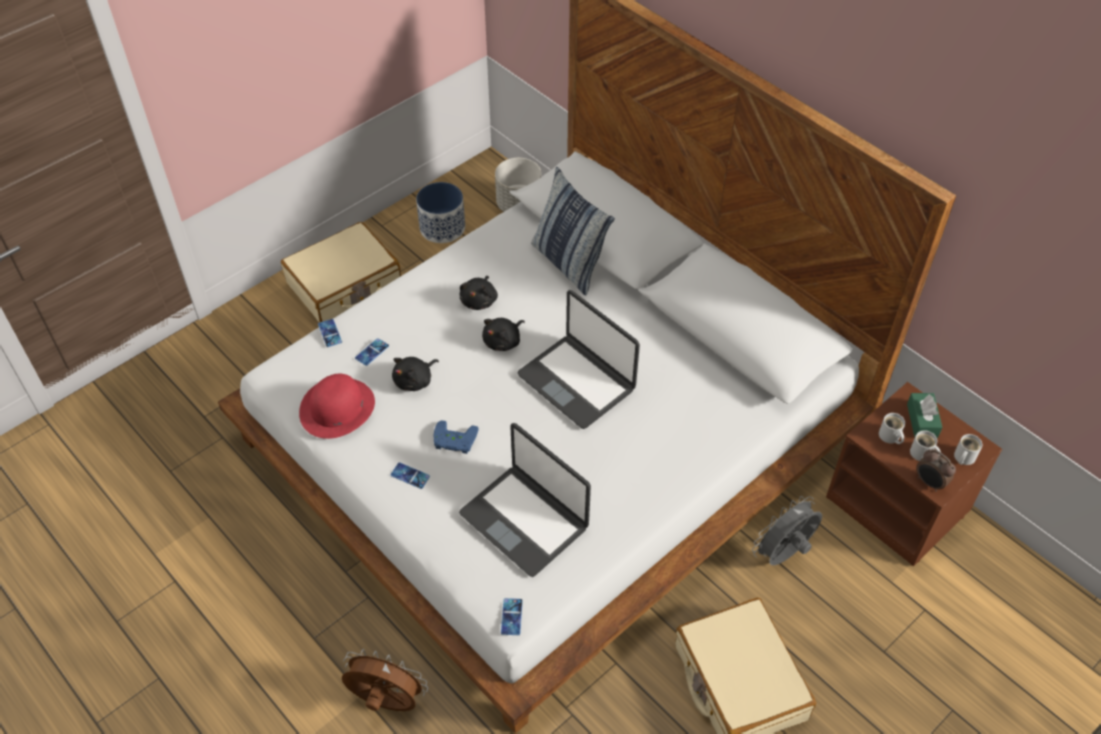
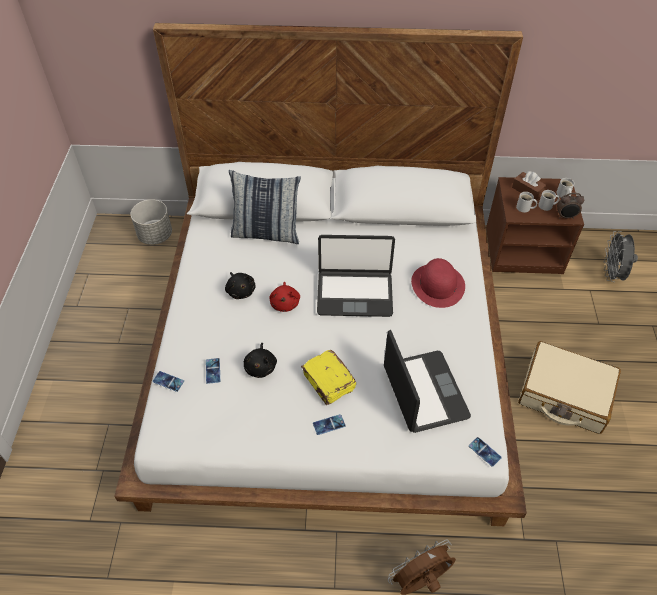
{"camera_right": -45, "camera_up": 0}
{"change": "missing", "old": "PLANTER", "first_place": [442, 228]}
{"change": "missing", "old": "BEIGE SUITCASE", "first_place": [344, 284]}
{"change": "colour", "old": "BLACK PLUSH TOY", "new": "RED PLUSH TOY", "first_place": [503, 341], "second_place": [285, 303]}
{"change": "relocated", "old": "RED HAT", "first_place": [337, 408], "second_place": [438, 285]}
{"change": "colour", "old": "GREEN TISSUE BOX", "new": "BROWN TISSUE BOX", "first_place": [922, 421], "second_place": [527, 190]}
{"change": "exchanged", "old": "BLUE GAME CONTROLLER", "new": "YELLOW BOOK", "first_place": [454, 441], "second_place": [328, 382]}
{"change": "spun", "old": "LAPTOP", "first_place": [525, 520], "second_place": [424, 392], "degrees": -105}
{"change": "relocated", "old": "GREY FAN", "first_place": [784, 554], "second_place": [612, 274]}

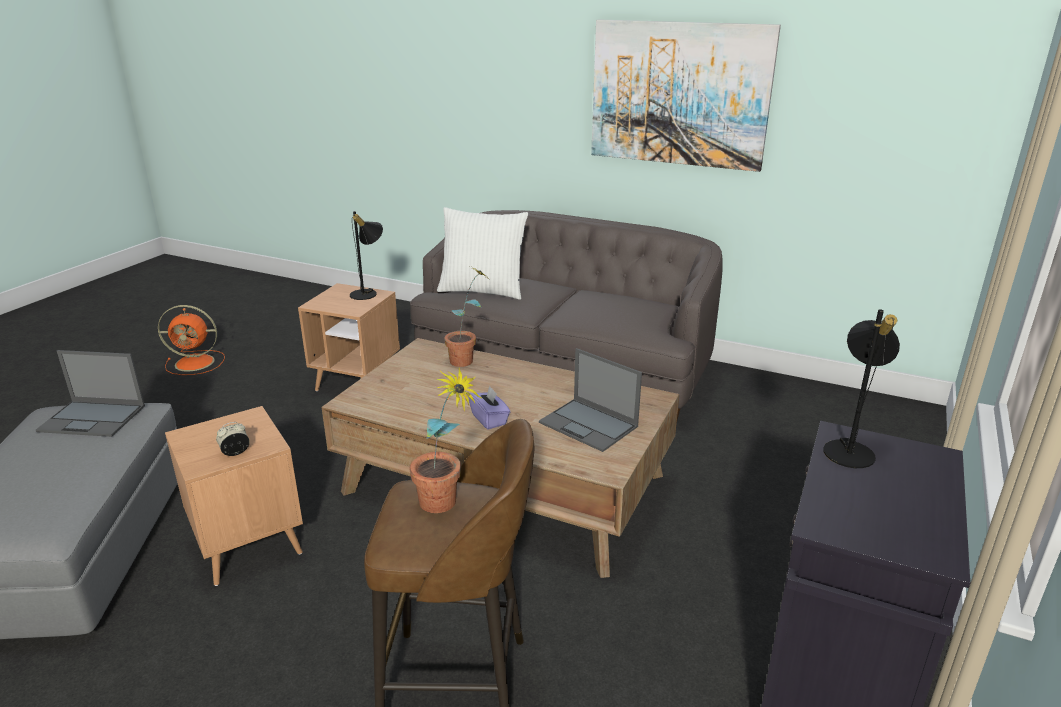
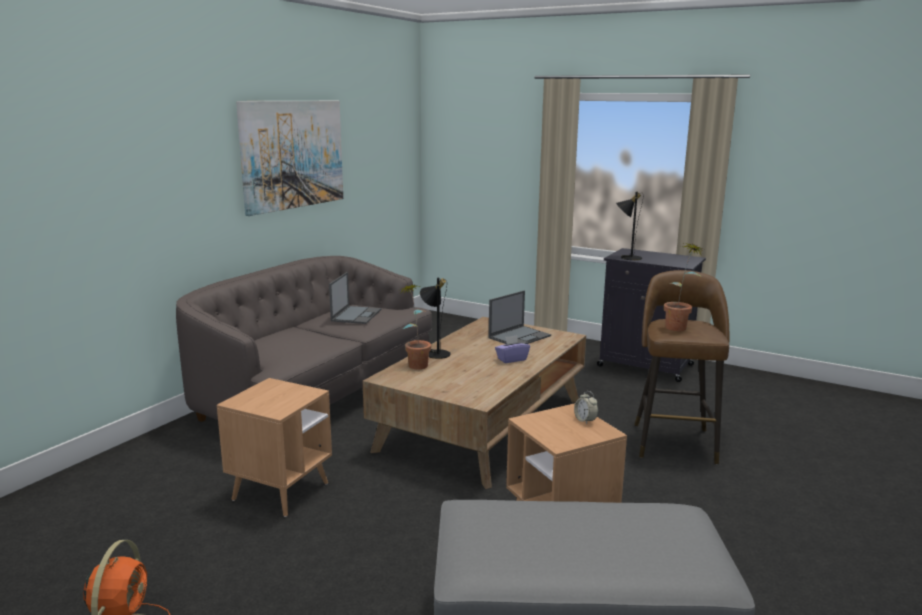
{"camera_right": -85, "camera_up": -10}
{"change": "missing", "old": "WHITE PILLOW", "first_place": [482, 290]}
{"change": "relocated", "old": "BLACK TABLE LAMP", "first_place": [368, 293], "second_place": [435, 352]}
{"change": "relocated", "old": "LAPTOP", "first_place": [93, 418], "second_place": [356, 315]}

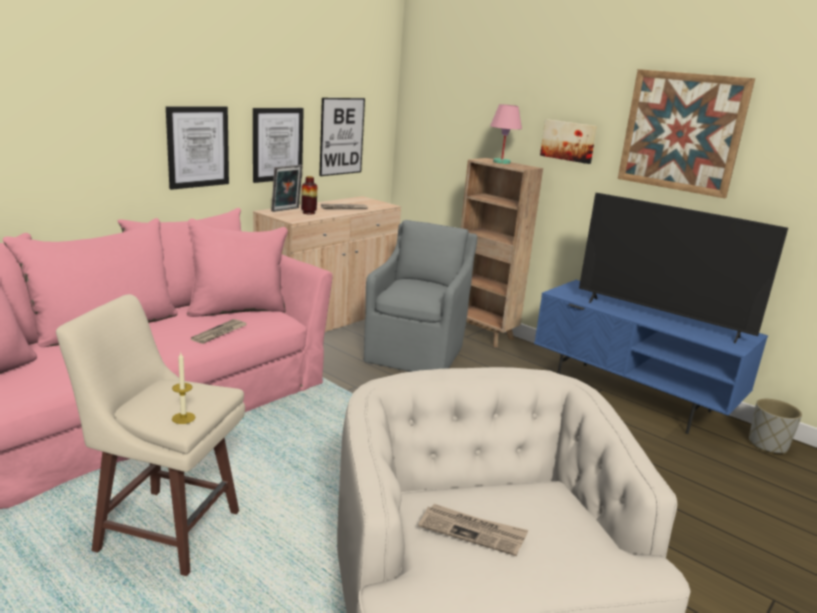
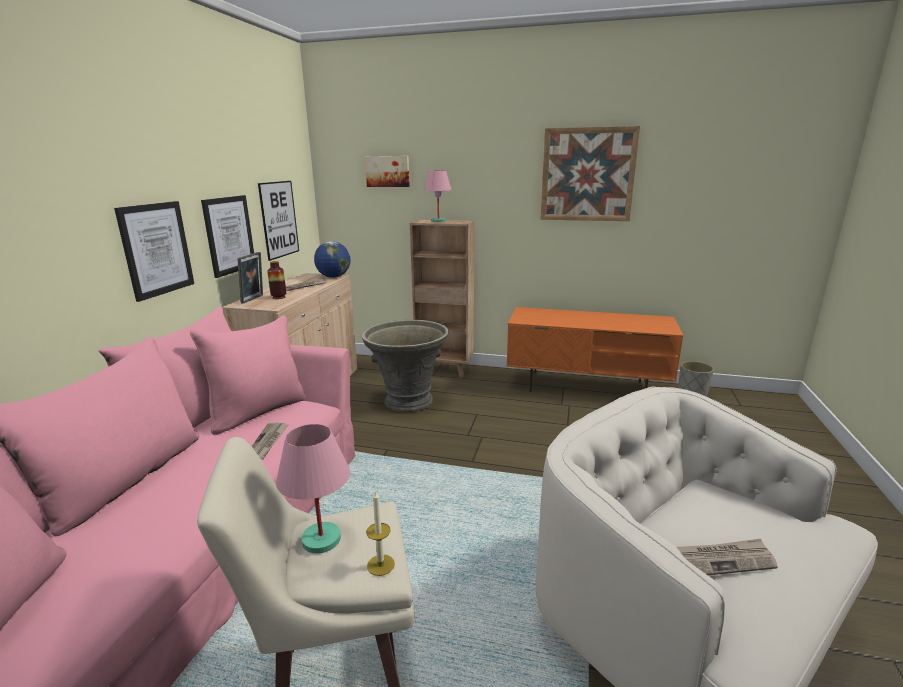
{"camera_right": -25, "camera_up": 0}
{"change": "relocated", "old": "PICTURE", "first_place": [568, 141], "second_place": [388, 171]}
{"change": "missing", "old": "TELEVISION", "first_place": [660, 319]}
{"change": "exchanged", "old": "GREY ARMCHAIR", "new": "GREY PLANTER", "first_place": [416, 352], "second_place": [408, 401]}
{"change": "colour", "old": "BLUE TV STAND", "new": "ORANGE TV STAND", "first_place": [632, 396], "second_place": [586, 386]}
{"change": "appeared", "new": "GLOBE", "second_place": [333, 277]}
{"change": "appeared", "new": "PINK TABLE LAMP", "second_place": [320, 539]}

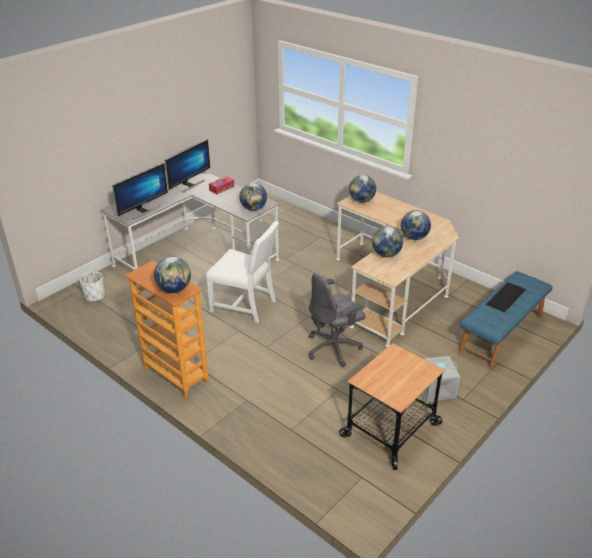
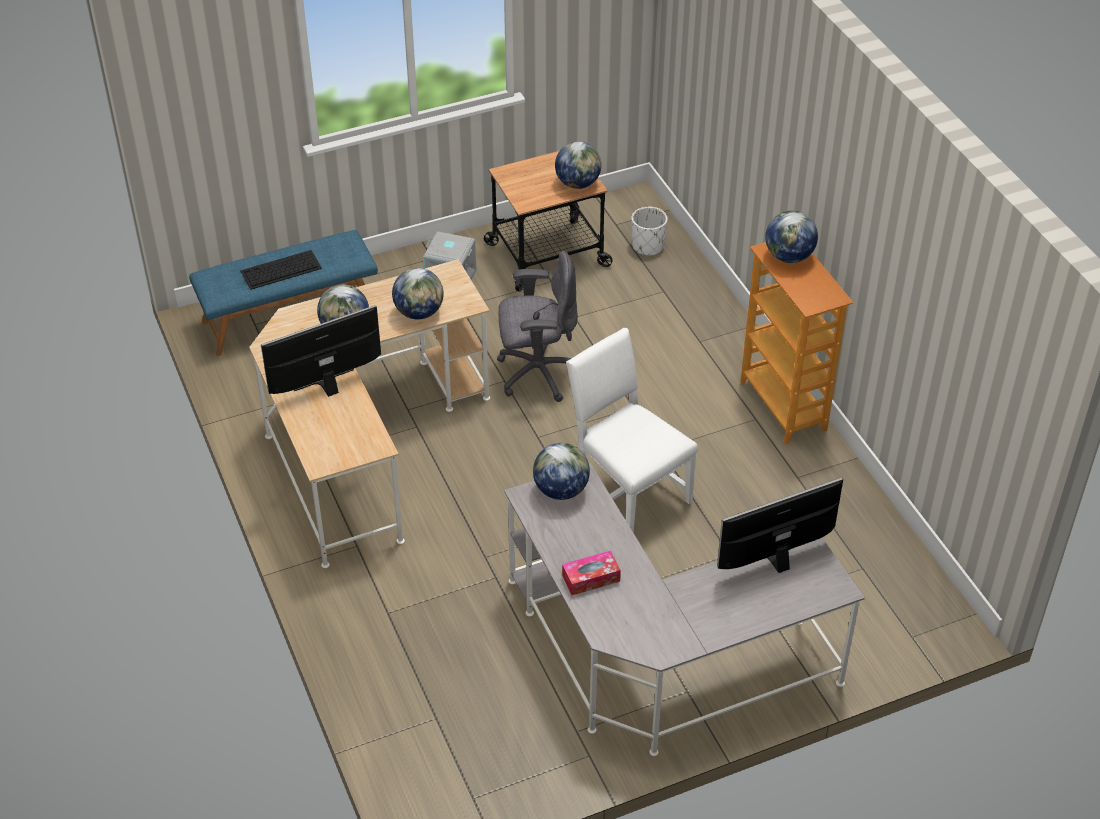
{"camera_right": -155, "camera_up": 10}
{"change": "relocated", "old": "MONITOR", "first_place": [189, 185], "second_place": [327, 386]}
{"change": "relocated", "old": "GLOBE", "first_place": [361, 200], "second_place": [578, 183]}
{"change": "relocated", "old": "WHITE PLANTER", "first_place": [94, 296], "second_place": [648, 246]}

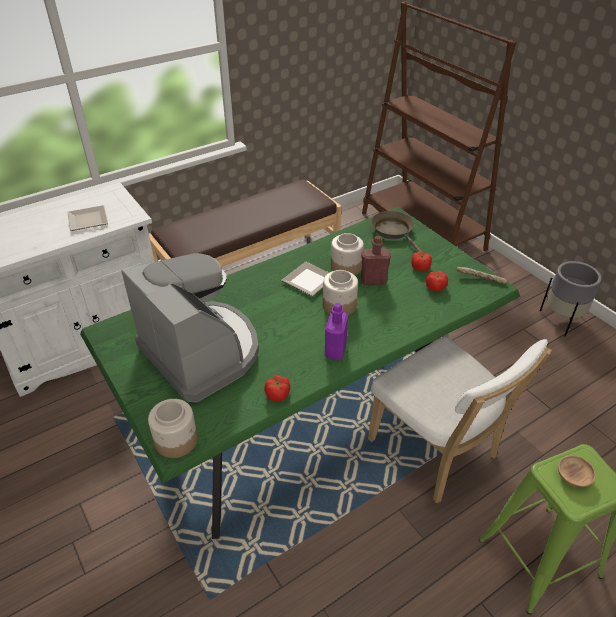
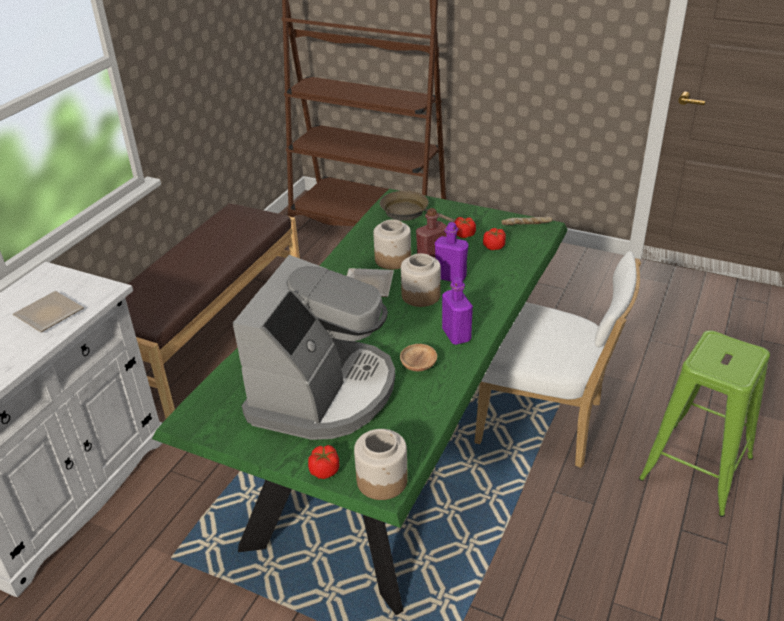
{"camera_right": -30, "camera_up": -5}
{"change": "spun", "old": "COFFEE MACHINE", "first_place": [202, 352], "second_place": [323, 392], "degrees": 90}
{"change": "missing", "old": "GREY PLANTER", "first_place": [562, 320]}
{"change": "relocated", "old": "TOMATO", "first_place": [278, 395], "second_place": [325, 470]}
{"change": "relocated", "old": "BROWN BOWL", "first_place": [573, 477], "second_place": [418, 365]}
{"change": "appeared", "new": "PURPLE BOTTLE", "second_place": [451, 277]}

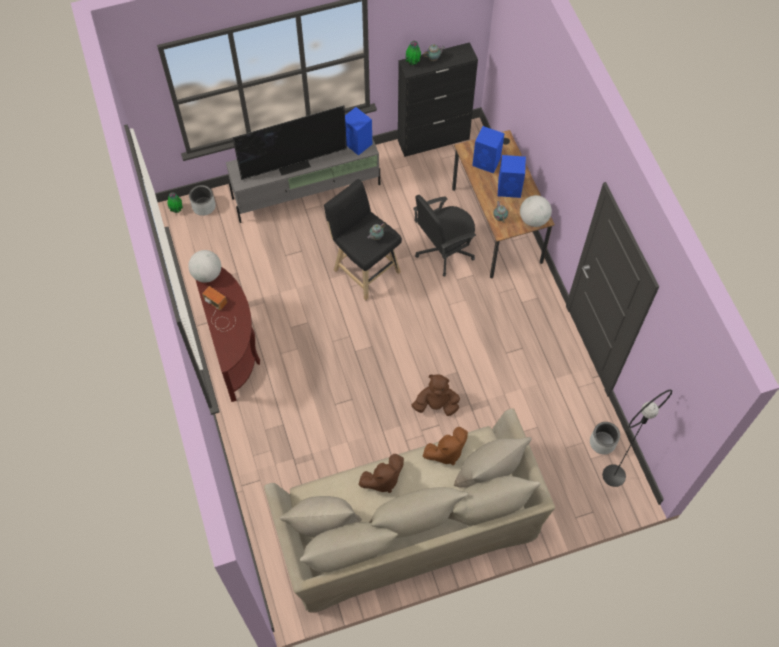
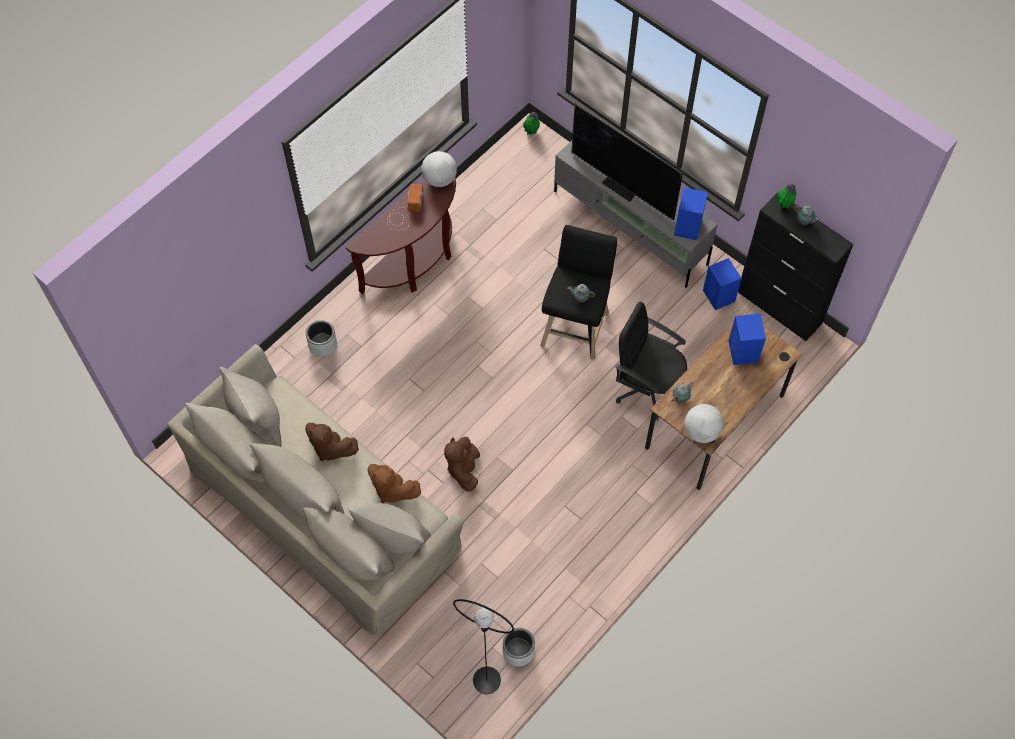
{"camera_right": 60, "camera_up": 0}
{"change": "relocated", "old": "BLUE SPEAKER", "first_place": [510, 188], "second_place": [719, 296]}
{"change": "relocated", "old": "GREY PLANTER", "first_place": [203, 206], "second_place": [323, 344]}
{"change": "spun", "old": "BROWN PLUSH TOY", "first_place": [436, 405], "second_place": [464, 469], "degrees": -150}

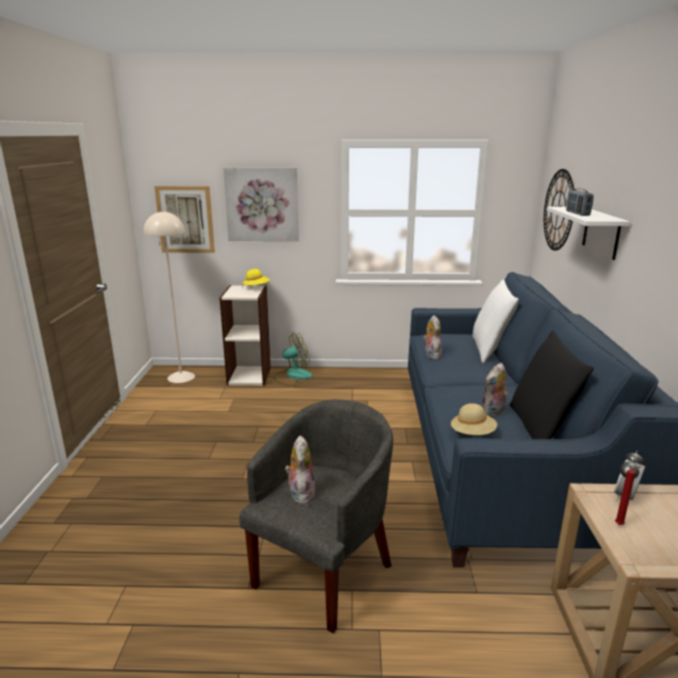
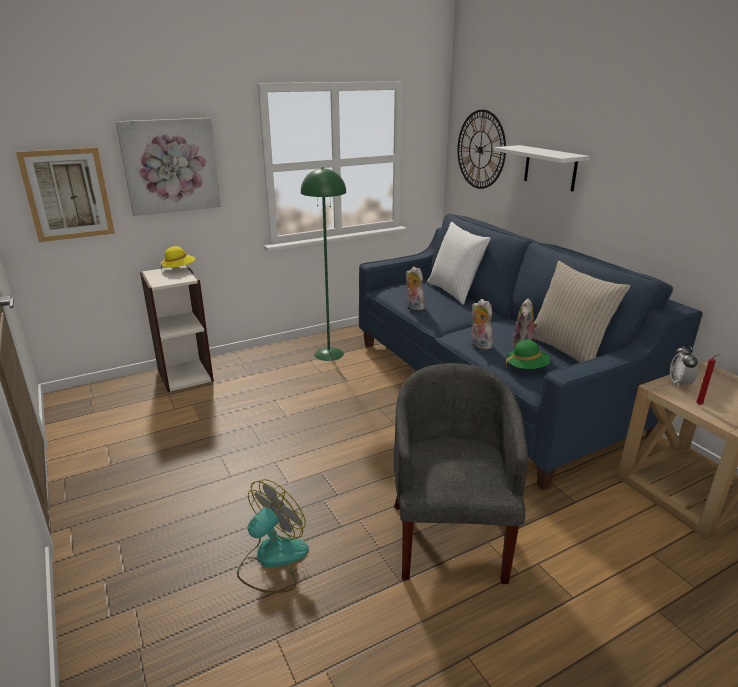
{"camera_right": -30, "camera_up": 5}
{"change": "missing", "old": "RADIO", "first_place": [577, 213]}
{"change": "missing", "old": "BEIGE FLOOR LAMP", "first_place": [181, 377]}
{"change": "colour", "old": "BLACK PILLOW", "new": "BEIGE PILLOW", "first_place": [540, 428], "second_place": [567, 349]}
{"change": "relocated", "old": "FAN", "first_place": [292, 376], "second_place": [272, 560]}
{"change": "colour", "old": "BEIGE HAT", "new": "GREEN HAT", "first_place": [472, 434], "second_place": [526, 368]}
{"change": "relocated", "old": "PLUSH TOY", "first_place": [300, 493], "second_place": [479, 344]}
{"change": "appeared", "new": "GREEN FLOOR LAMP", "second_place": [328, 354]}

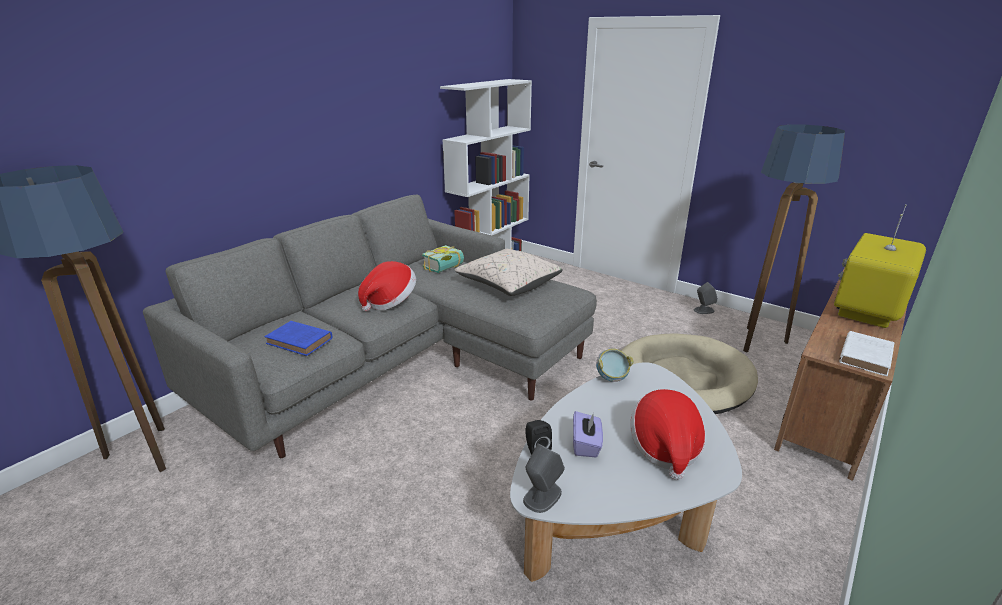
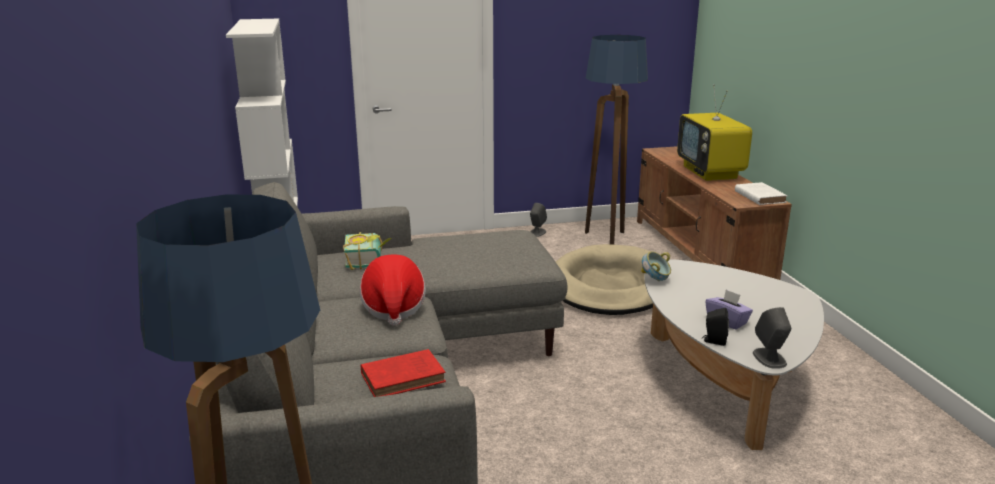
{"camera_right": -50, "camera_up": -5}
{"change": "missing", "old": "BEIGE PILLOW", "first_place": [508, 284]}
{"change": "colour", "old": "BLUE BOOK", "new": "RED BOOK", "first_place": [301, 341], "second_place": [405, 377]}
{"change": "missing", "old": "HAT", "first_place": [664, 448]}

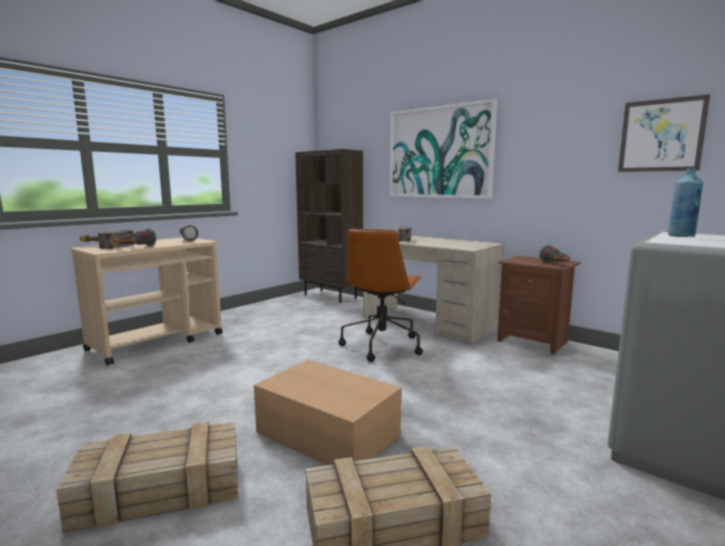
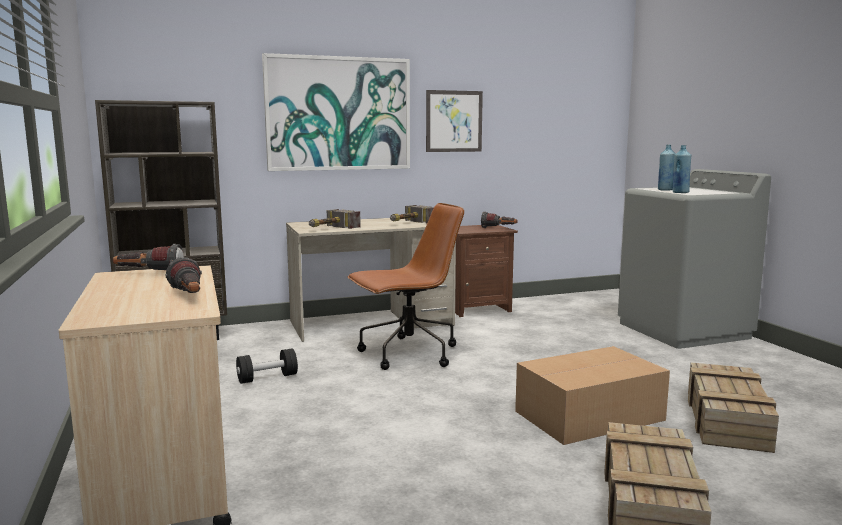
{"camera_right": -60, "camera_up": 0}
{"change": "relocated", "old": "PICTURE", "first_place": [661, 135], "second_place": [454, 121]}
{"change": "spun", "old": "BROWN OFFICE CHAIR", "first_place": [382, 345], "second_place": [407, 354], "degrees": -75}
{"change": "relocated", "old": "HAMMER", "first_place": [102, 246], "second_place": [408, 223]}
{"change": "appeared", "new": "BLUE BOTTLE", "second_place": [680, 192]}
{"change": "appeared", "new": "BLACK DUMBBELL", "second_place": [267, 378]}

